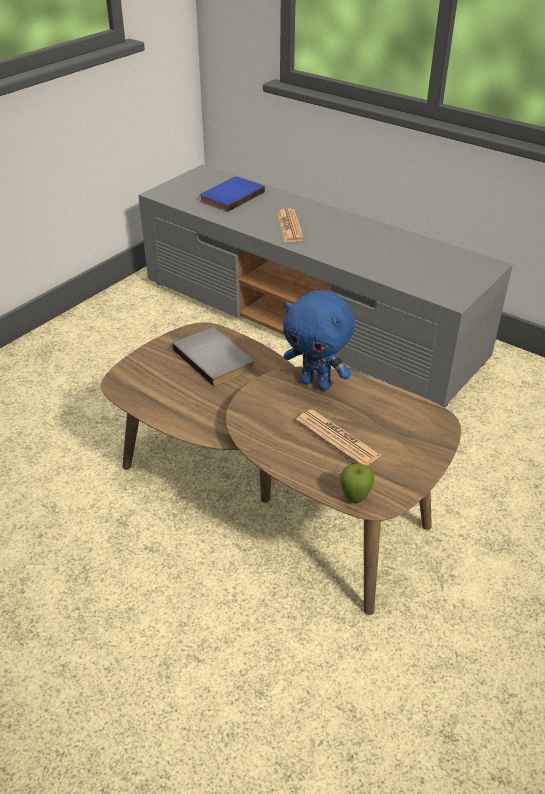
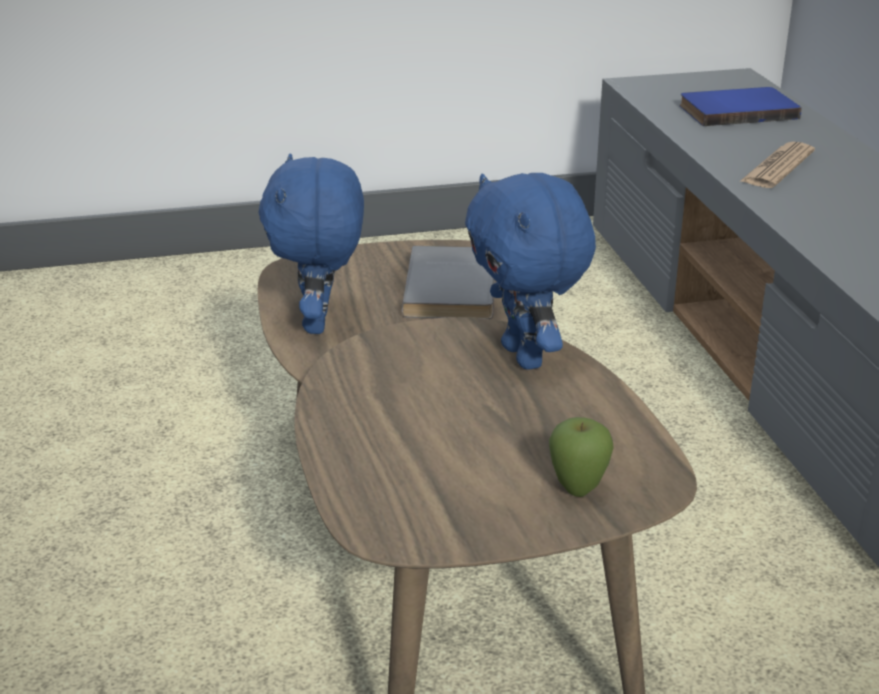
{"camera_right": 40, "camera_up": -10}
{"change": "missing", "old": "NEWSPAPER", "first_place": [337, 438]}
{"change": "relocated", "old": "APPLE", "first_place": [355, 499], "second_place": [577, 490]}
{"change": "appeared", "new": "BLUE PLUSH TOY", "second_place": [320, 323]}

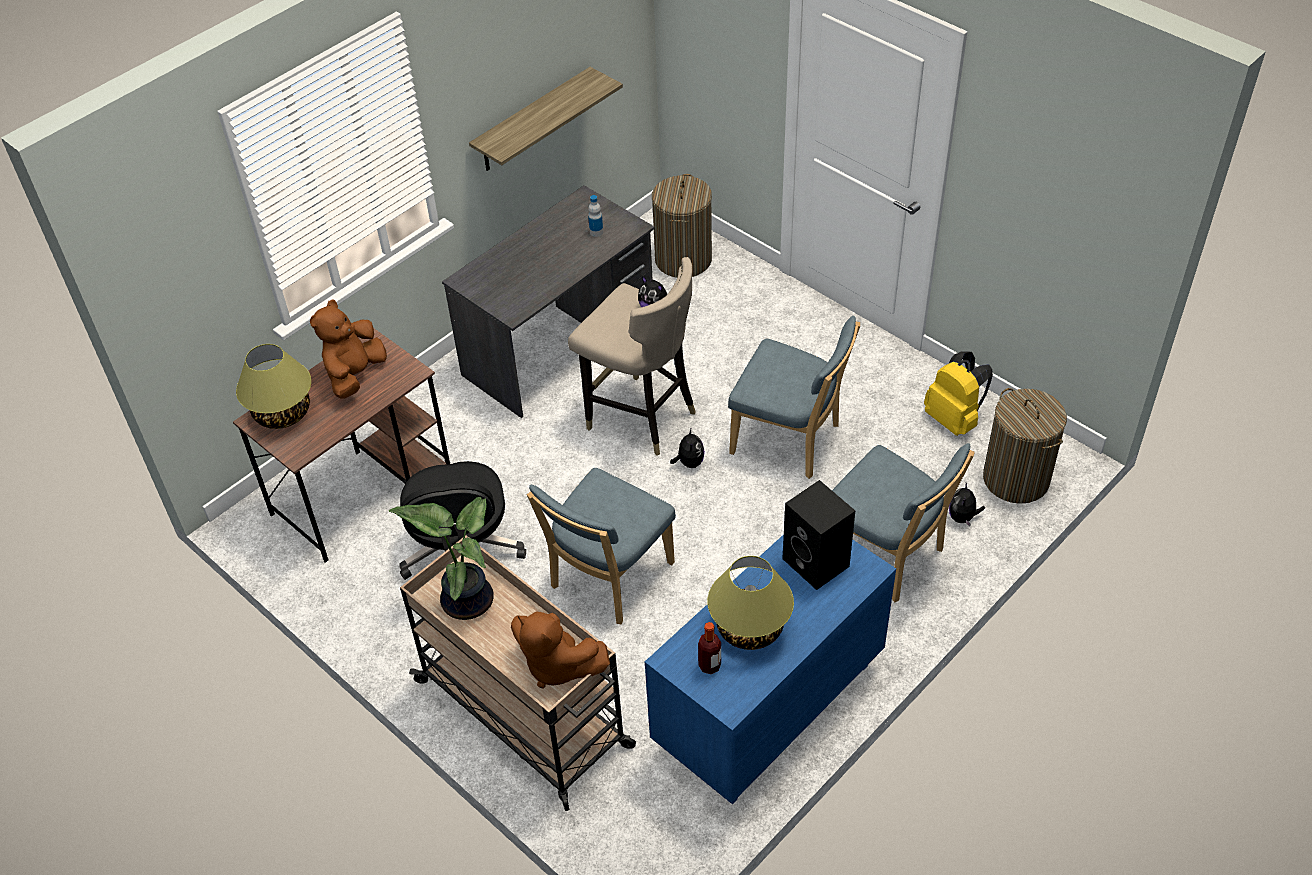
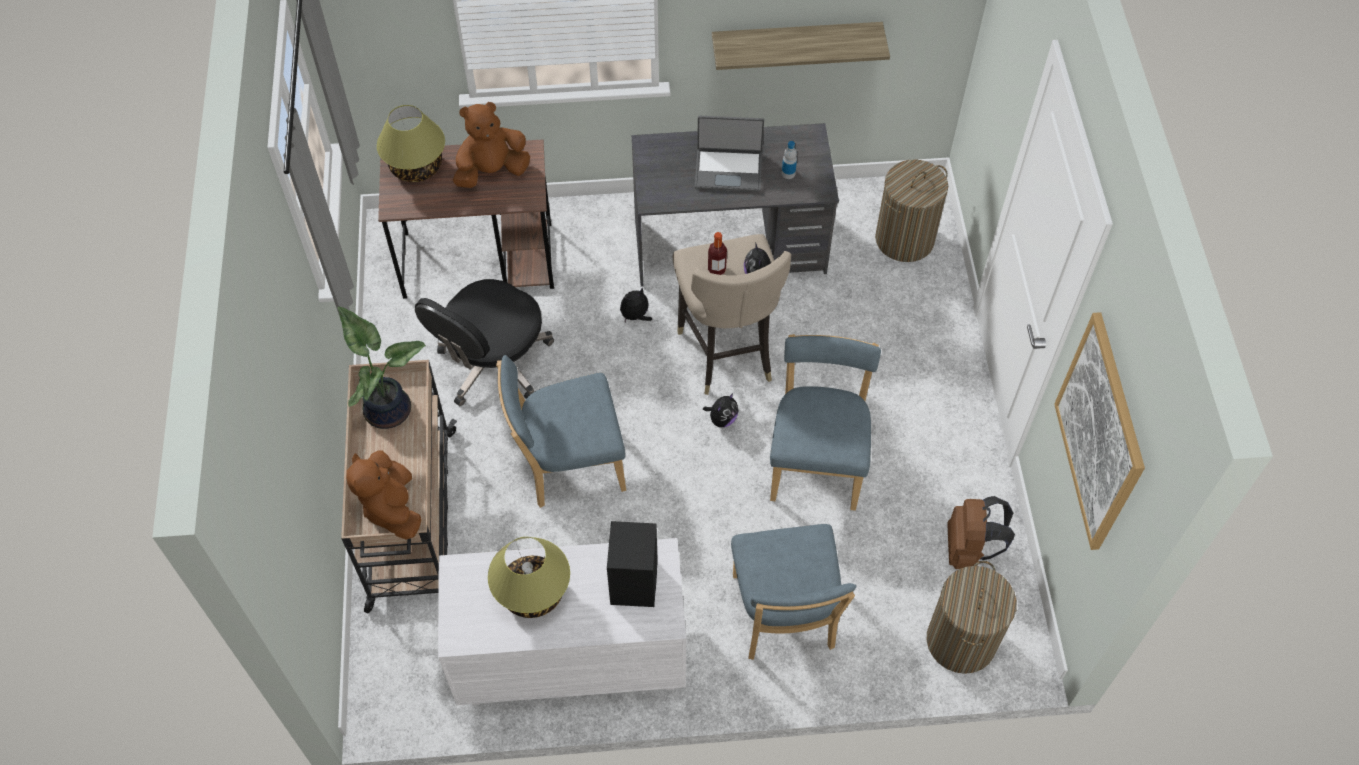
{"camera_right": 40, "camera_up": 10}
{"change": "spun", "old": "BLUE CHAIR", "first_place": [790, 441], "second_place": [817, 462], "degrees": -150}
{"change": "colour", "old": "YELLOW BACKPACK", "new": "BROWN BACKPACK", "first_place": [954, 419], "second_place": [969, 549]}
{"change": "relocated", "old": "PLUSH TOY", "first_place": [962, 517], "second_place": [635, 316]}
{"change": "colour", "old": "BLUE DRESSER", "new": "WHITE DRESSER", "first_place": [768, 709], "second_place": [570, 658]}
{"change": "relocated", "old": "BOTTLE", "first_place": [709, 665], "second_place": [716, 269]}
{"change": "appeared", "new": "LAPTOP", "second_place": [728, 170]}
{"change": "appeared", "new": "PICTURE", "second_place": [1100, 433]}

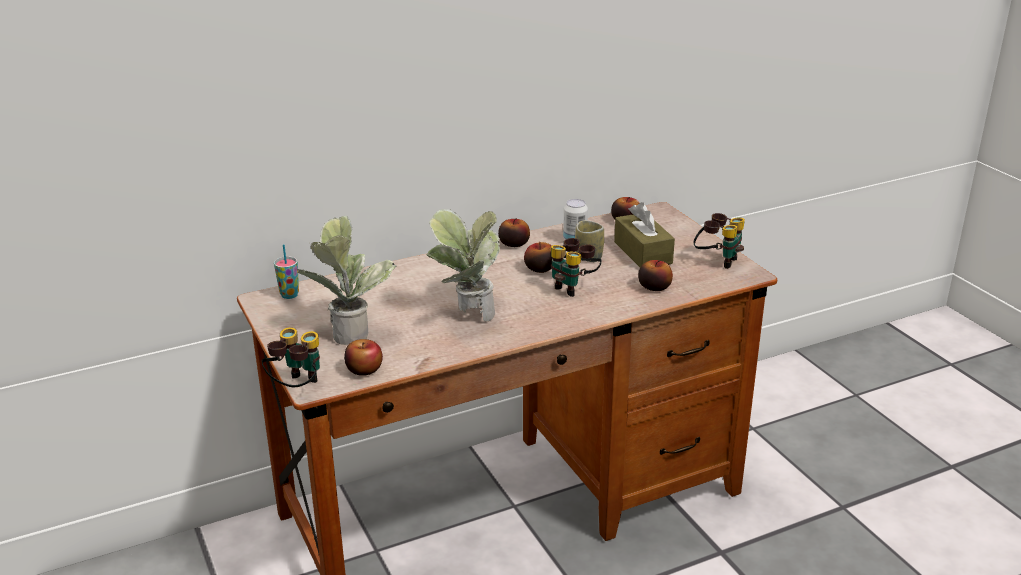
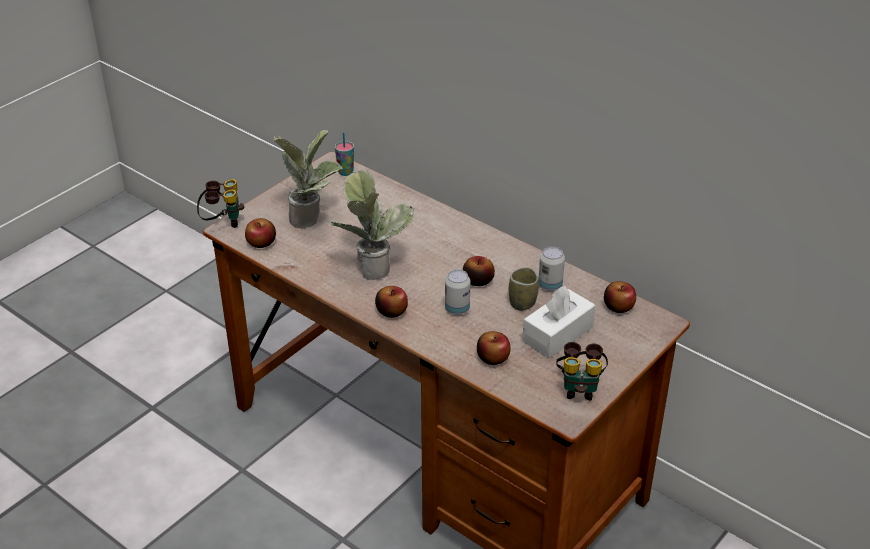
{"camera_right": 65, "camera_up": 10}
{"change": "colour", "old": "BROWN TISSUE BOX", "new": "WHITE TISSUE BOX", "first_place": [643, 252], "second_place": [557, 334]}
{"change": "relocated", "old": "APPLE", "first_place": [514, 243], "second_place": [391, 311]}
{"change": "exchanged", "old": "BINOCULARS", "new": "CAN", "first_place": [573, 287], "second_place": [457, 309]}

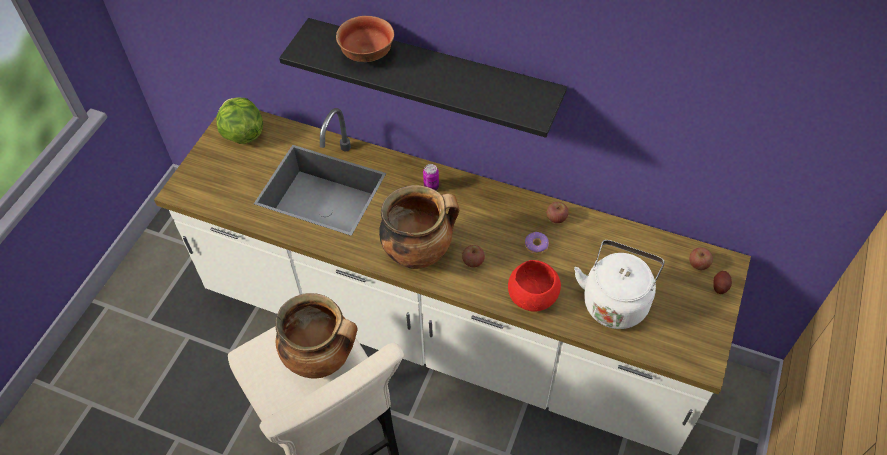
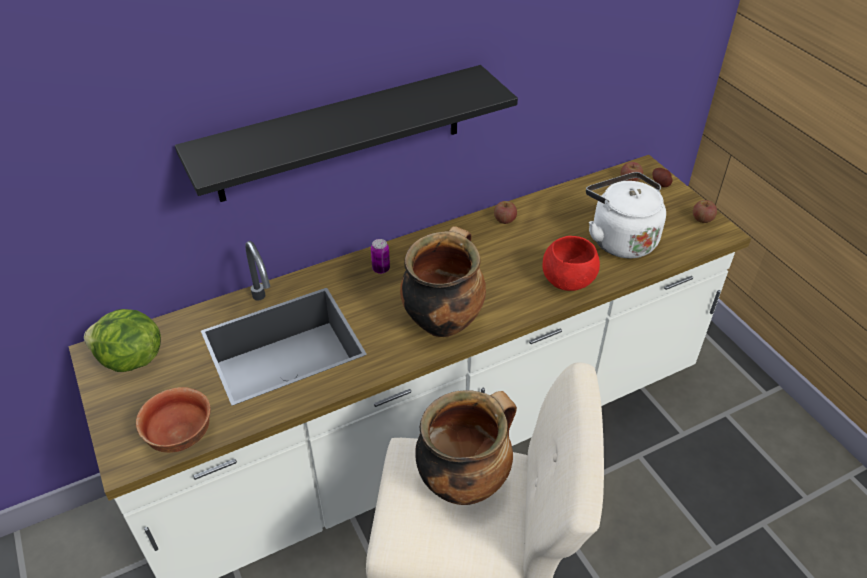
{"camera_right": -50, "camera_up": -10}
{"change": "relocated", "old": "BOWL", "first_place": [367, 54], "second_place": [180, 435]}
{"change": "missing", "old": "DONUT", "first_place": [536, 246]}
{"change": "relocated", "old": "APPLE", "first_place": [473, 261], "second_place": [702, 219]}

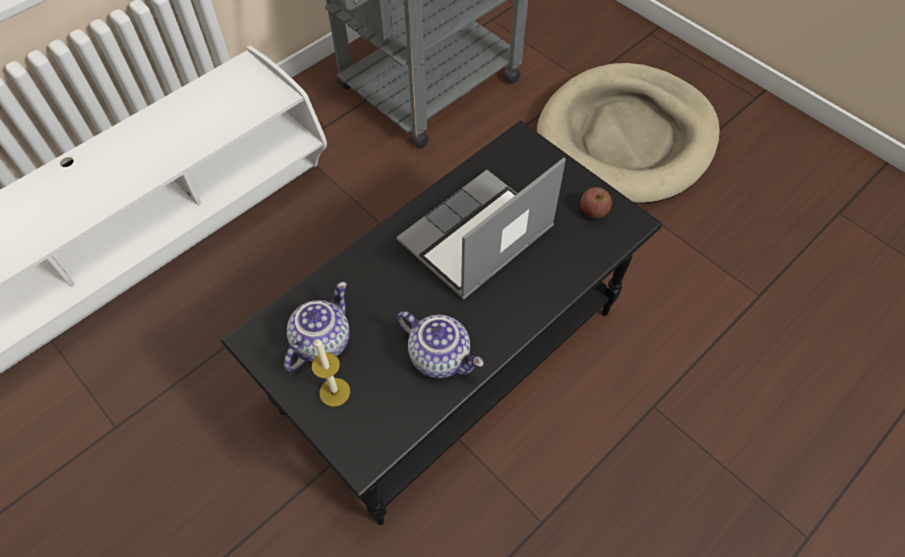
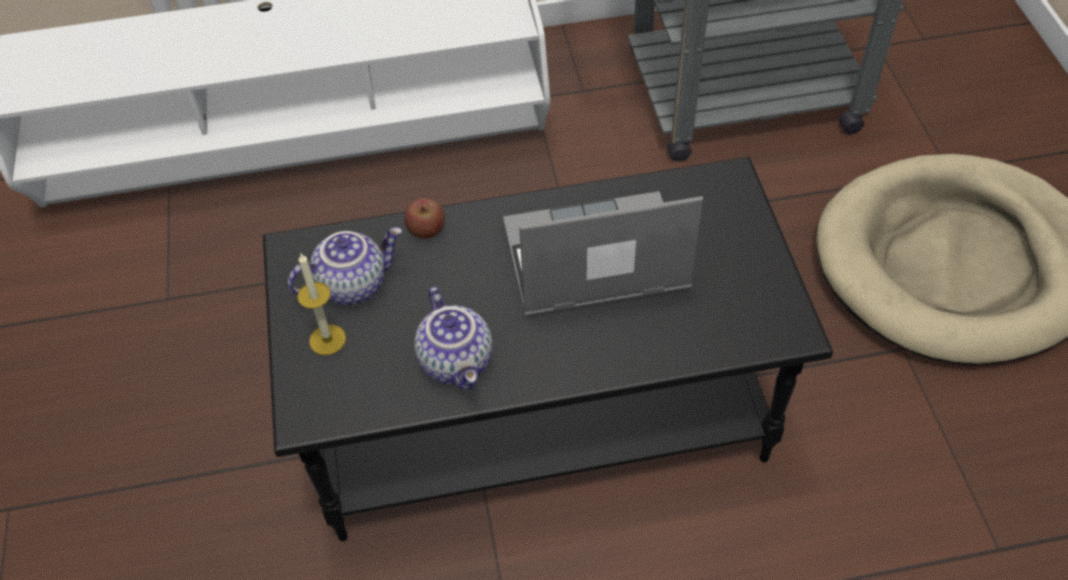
{"camera_right": 35, "camera_up": -5}
{"change": "relocated", "old": "APPLE", "first_place": [593, 211], "second_place": [426, 229]}

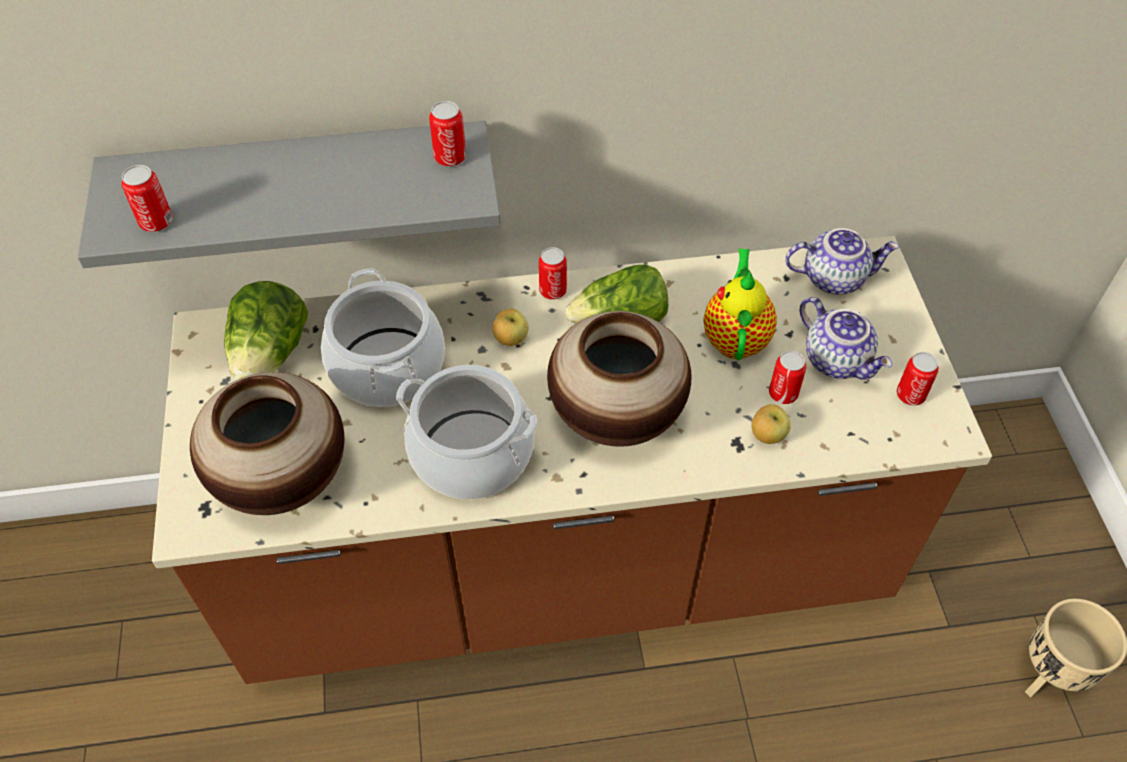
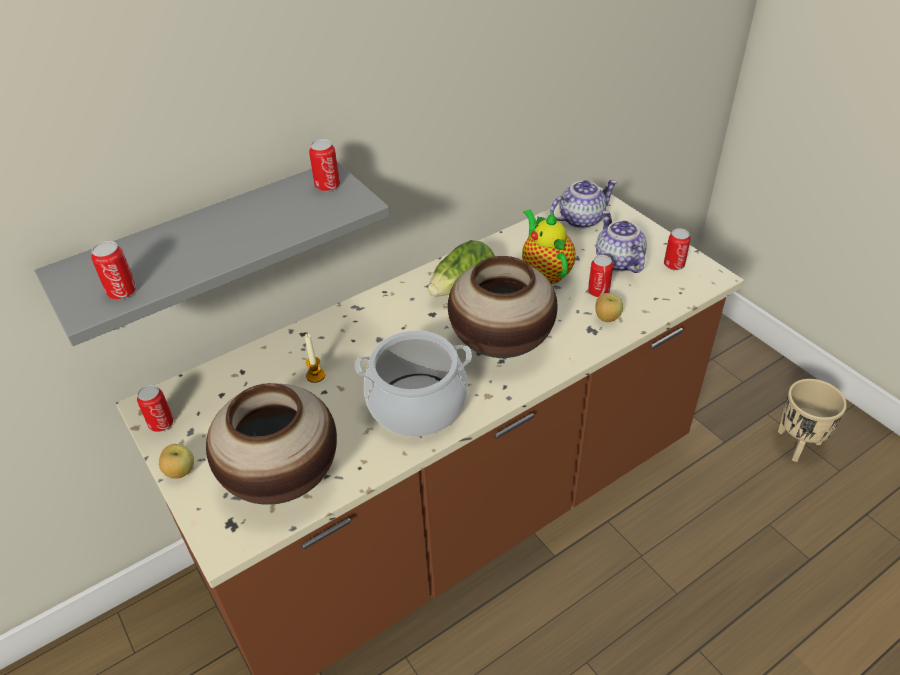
{"camera_right": -25, "camera_up": -10}
{"change": "relocated", "old": "CAN", "first_place": [553, 290], "second_place": [161, 423]}
{"change": "exchanged", "old": "COOKING POT", "new": "CANDLE", "first_place": [387, 367], "second_place": [315, 375]}
{"change": "missing", "old": "LETTUCE", "first_place": [270, 355]}
{"change": "spun", "old": "TEAPOT", "first_place": [838, 360], "second_place": [617, 261], "degrees": -135}
{"change": "relocated", "old": "APPLE", "first_place": [510, 339], "second_place": [180, 472]}

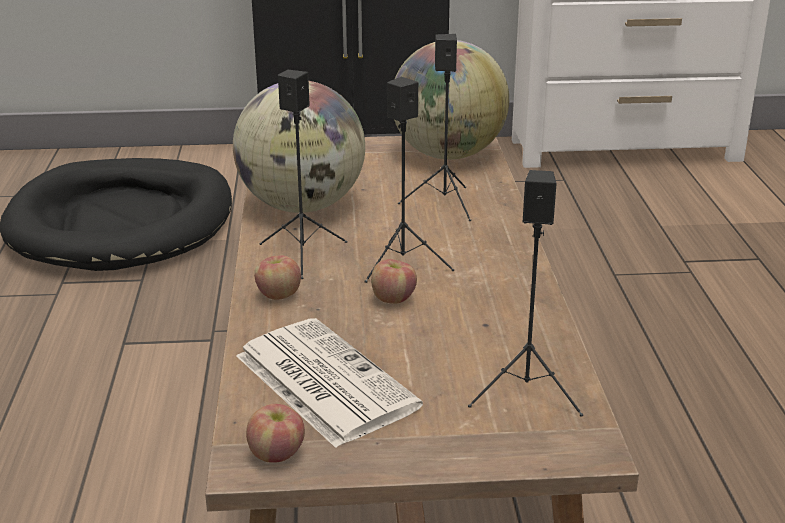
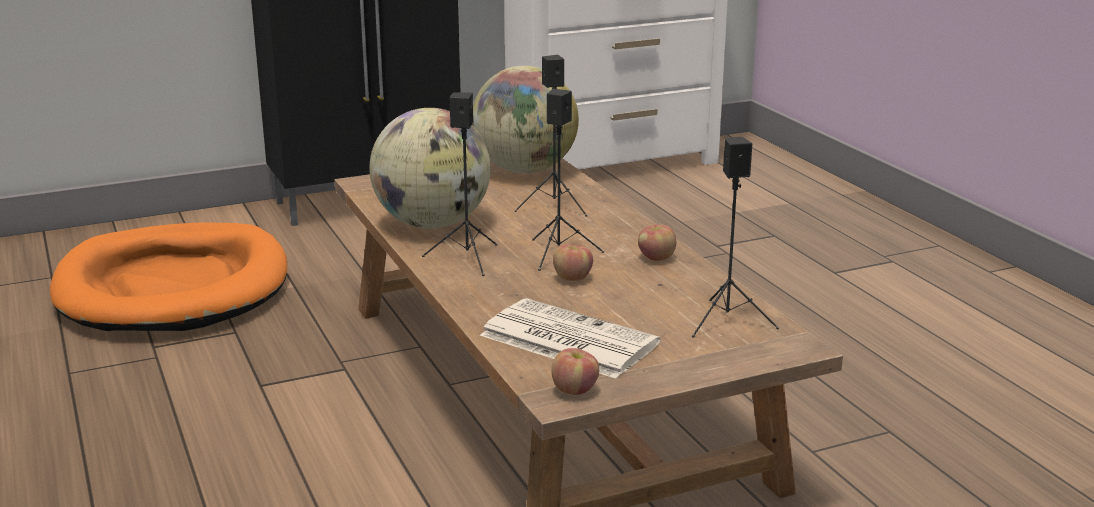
{"camera_right": -20, "camera_up": -5}
{"change": "colour", "old": "BLACK DOG BED", "new": "ORANGE DOG BED", "first_place": [122, 222], "second_place": [174, 287]}
{"change": "relocated", "old": "APPLE", "first_place": [278, 295], "second_place": [656, 258]}

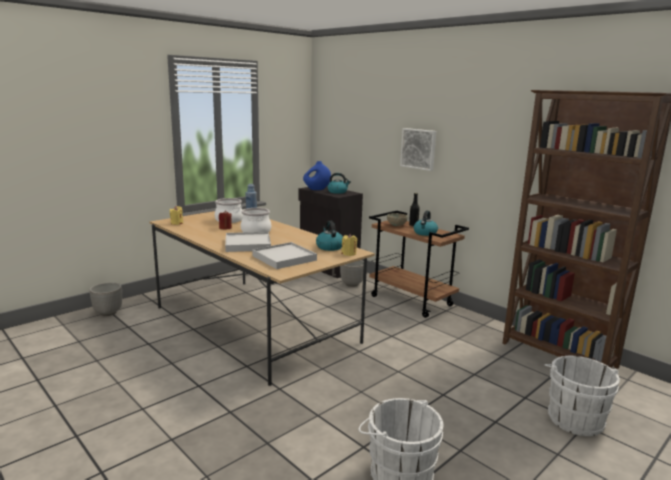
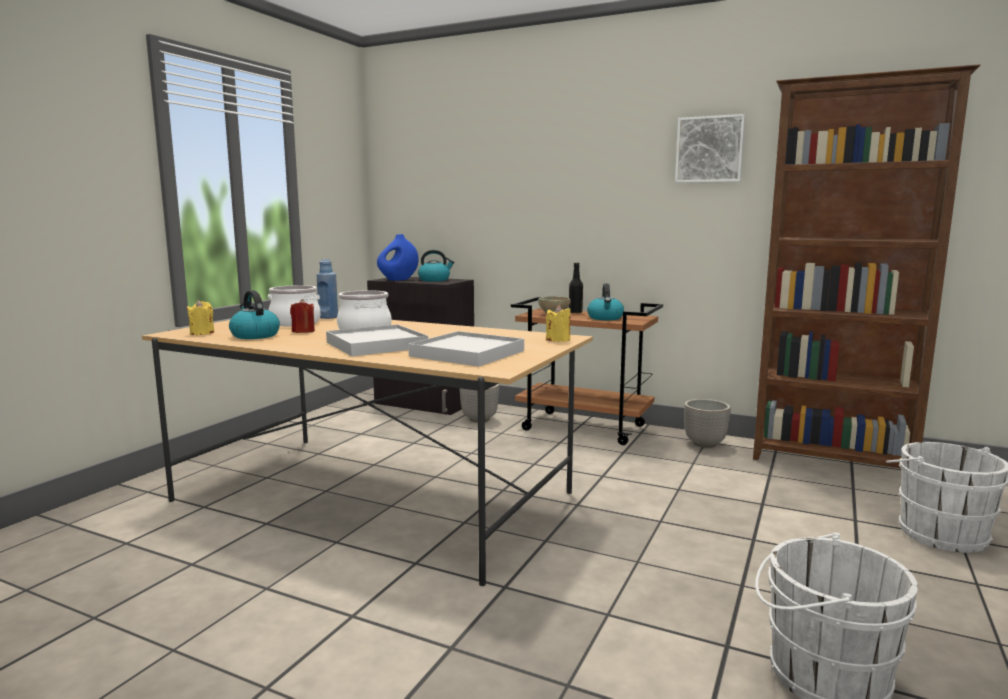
{"camera_right": -20, "camera_up": -5}
{"change": "relocated", "old": "PICTURE", "first_place": [419, 148], "second_place": [709, 149]}
{"change": "relocated", "old": "KETTLE", "first_place": [329, 247], "second_place": [254, 335]}
{"change": "relocated", "old": "PLANTER", "first_place": [108, 313], "second_place": [704, 444]}

